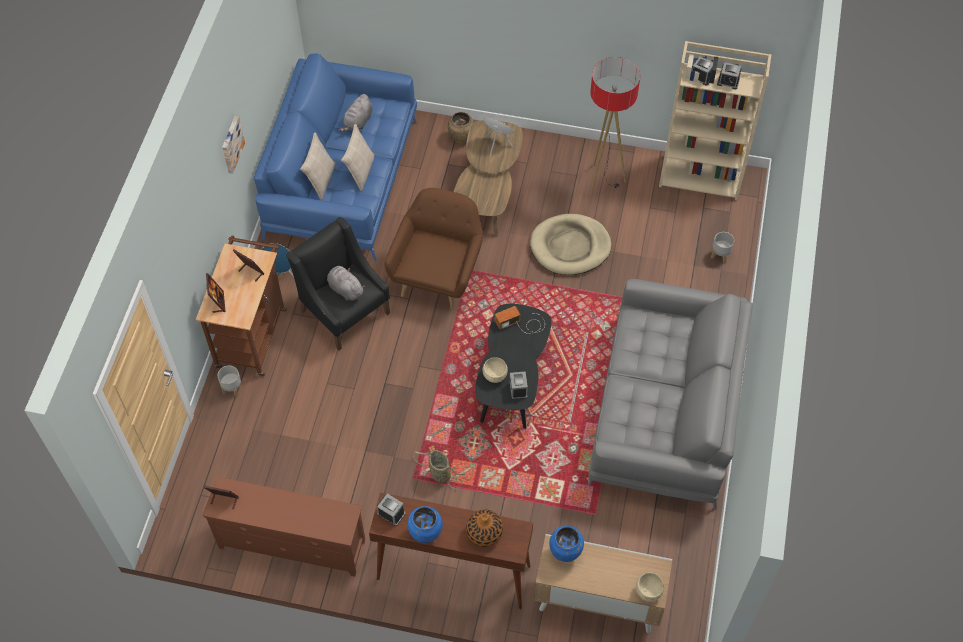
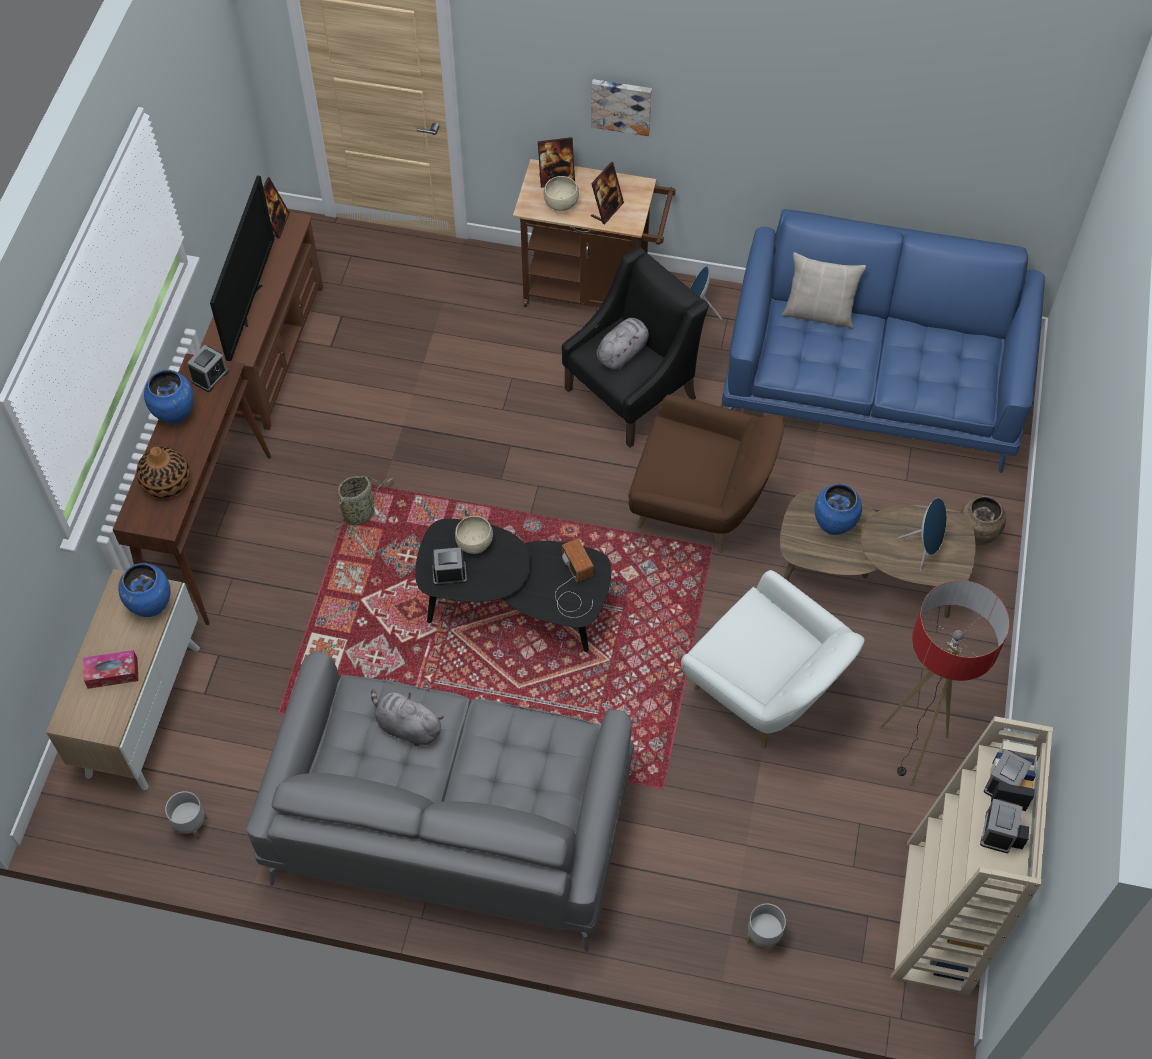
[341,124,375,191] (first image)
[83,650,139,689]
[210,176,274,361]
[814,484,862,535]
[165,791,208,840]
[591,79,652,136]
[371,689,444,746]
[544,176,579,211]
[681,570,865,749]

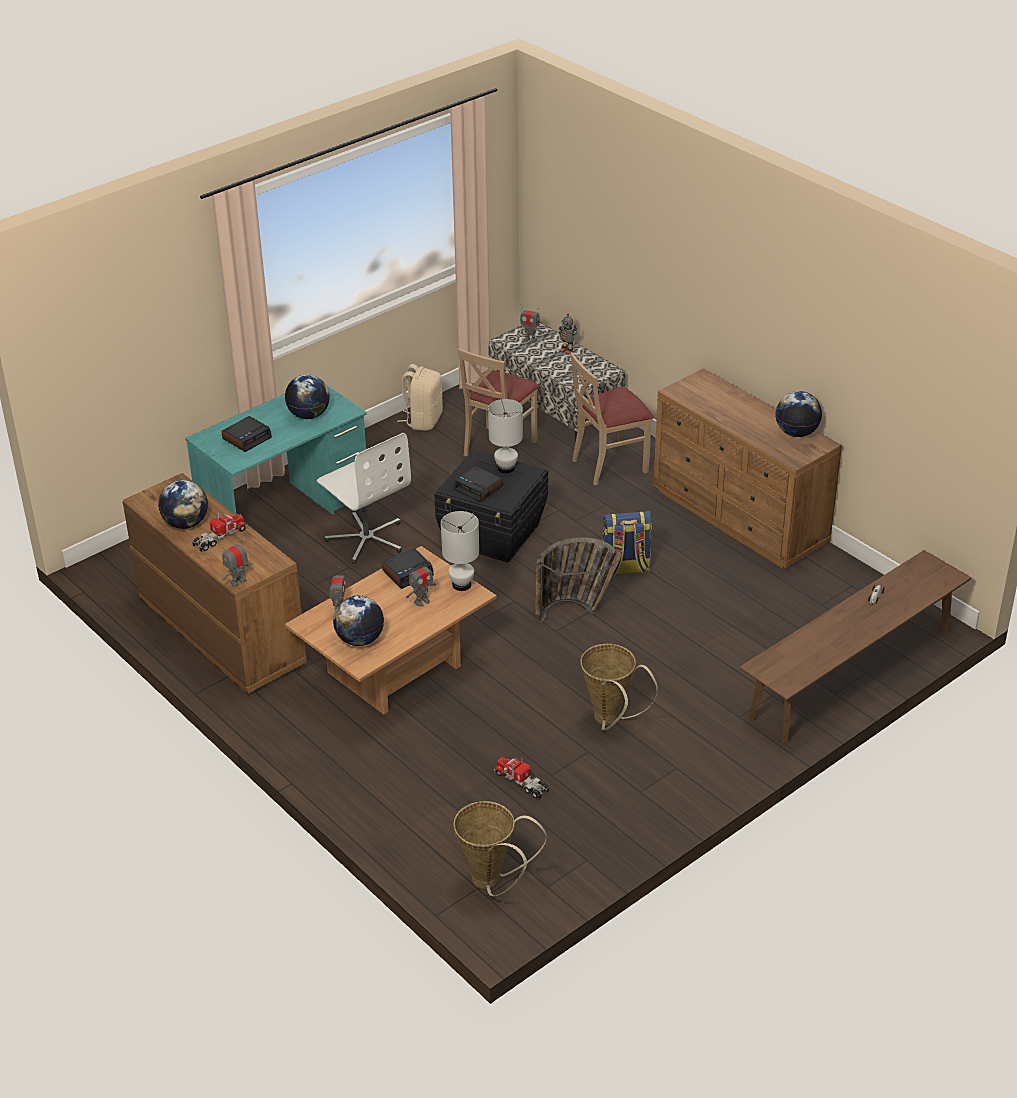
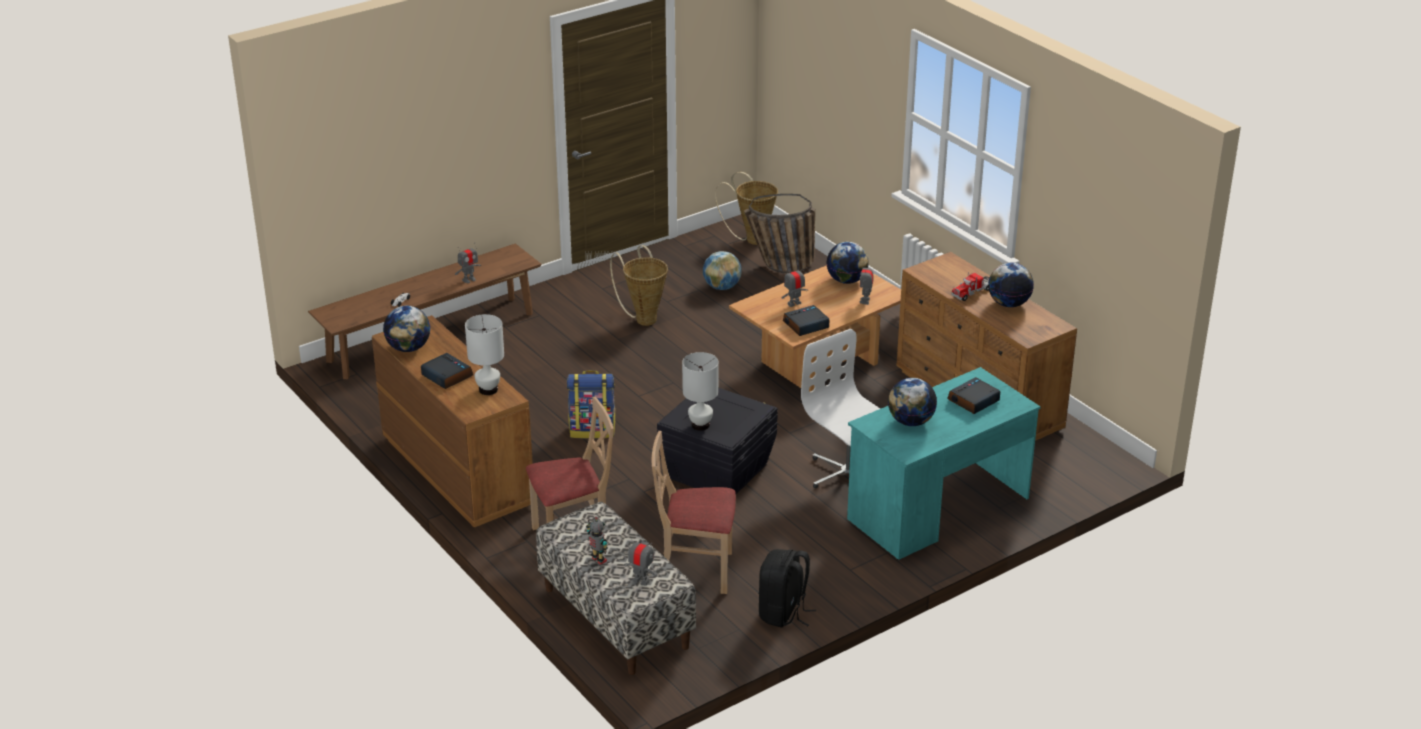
[455,242,481,283]
[465,314,504,395]
[421,353,473,389]
[744,194,815,273]
[703,251,742,290]
[759,549,816,628]
[652,431,736,594]

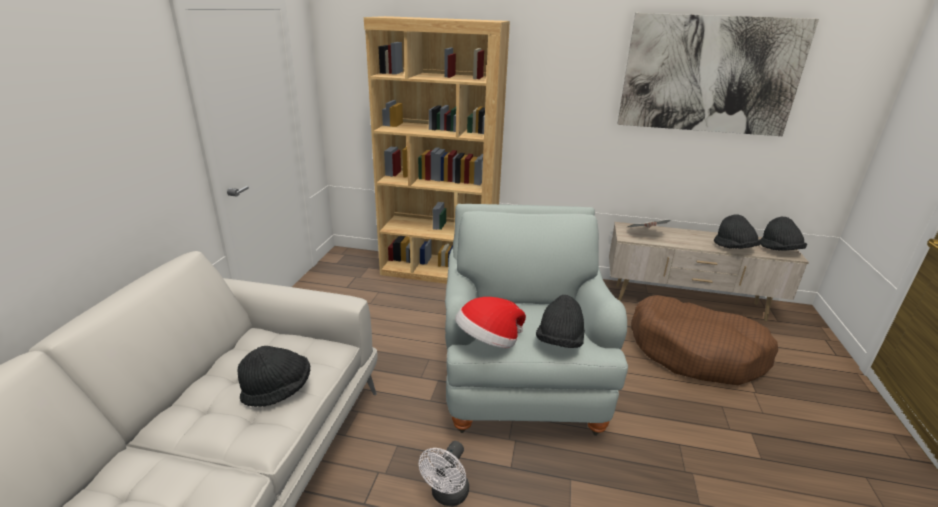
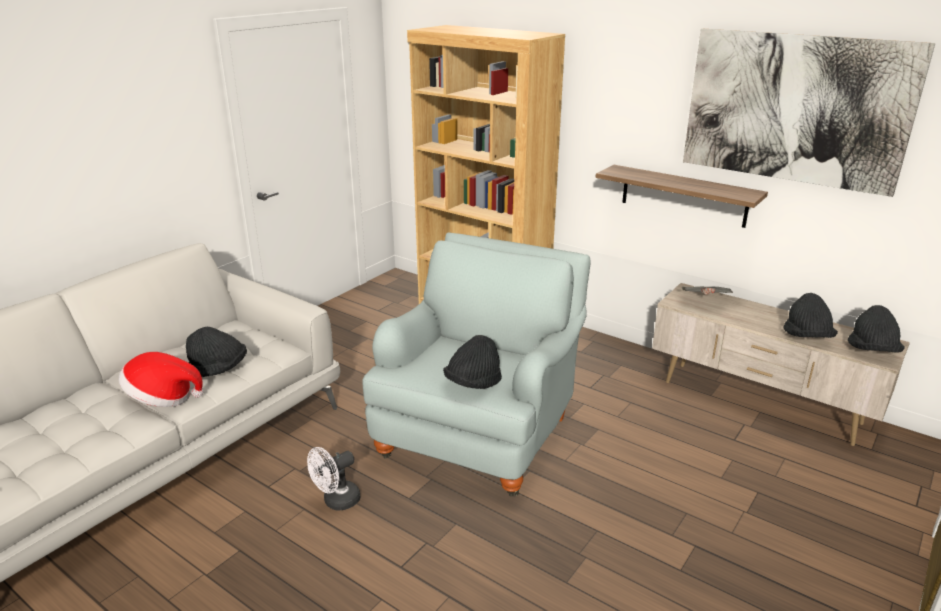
[631,295,778,385] (first image)
[595,165,768,228]
[119,352,203,407]

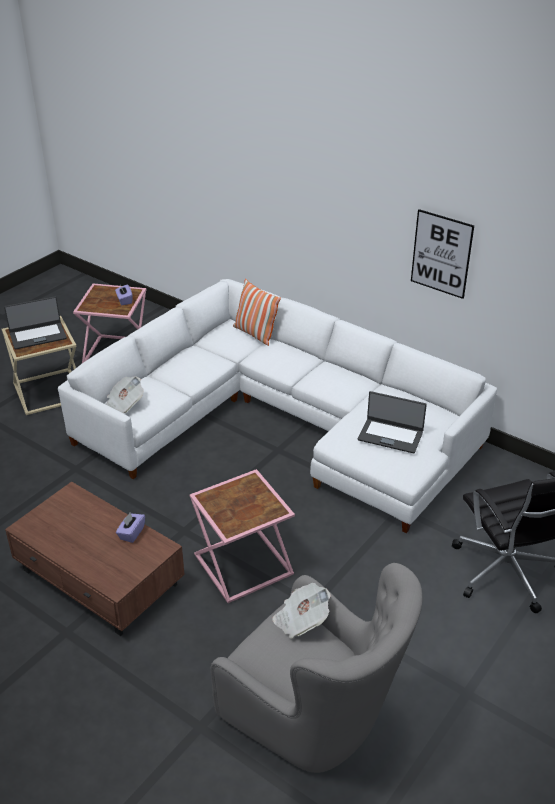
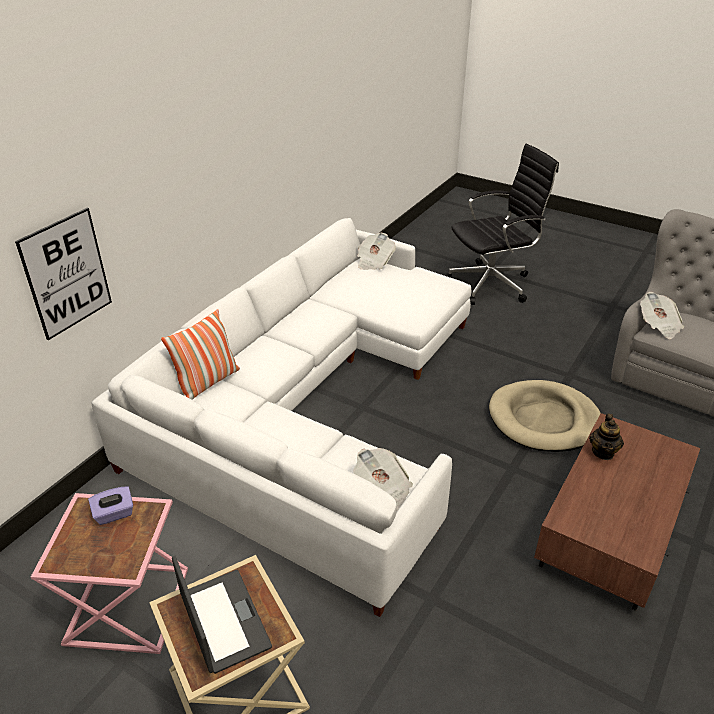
[358,391,427,453] (first image)
[357,233,396,270]
[15,208,112,340]
[589,414,624,460]
[489,380,600,452]

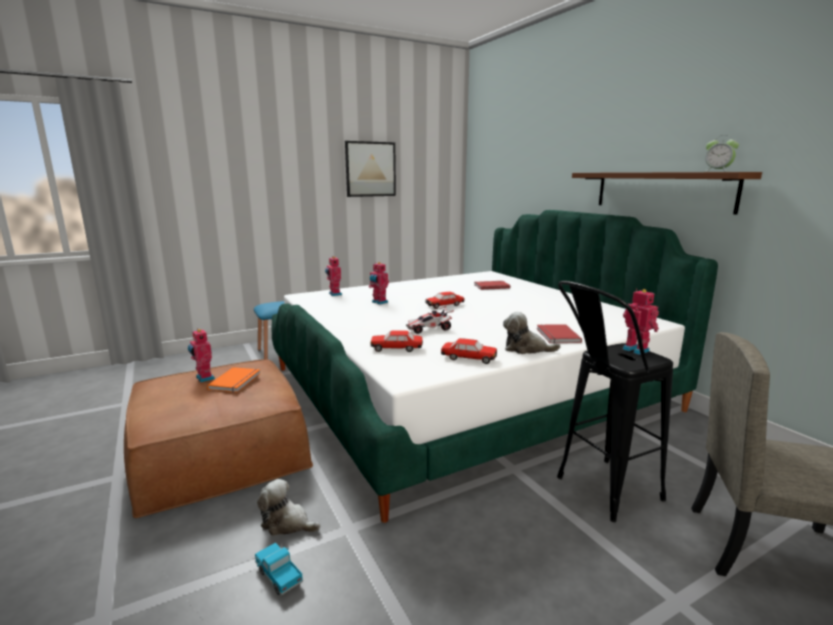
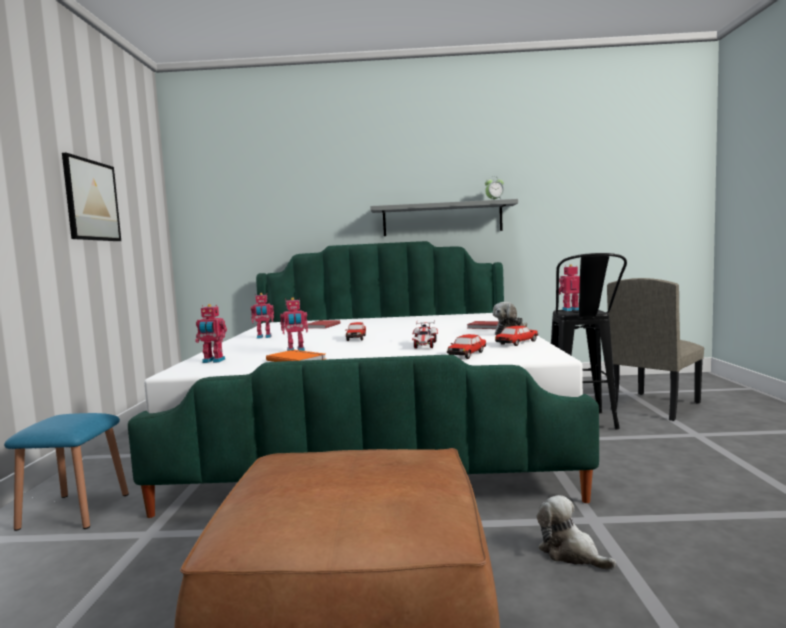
[255,543,303,595] (first image)
[251,293,274,339]
[266,350,326,362]
[370,199,518,236]
[537,495,616,570]

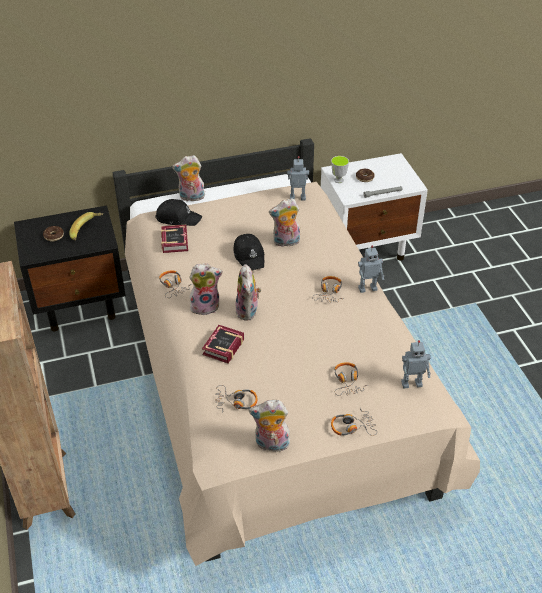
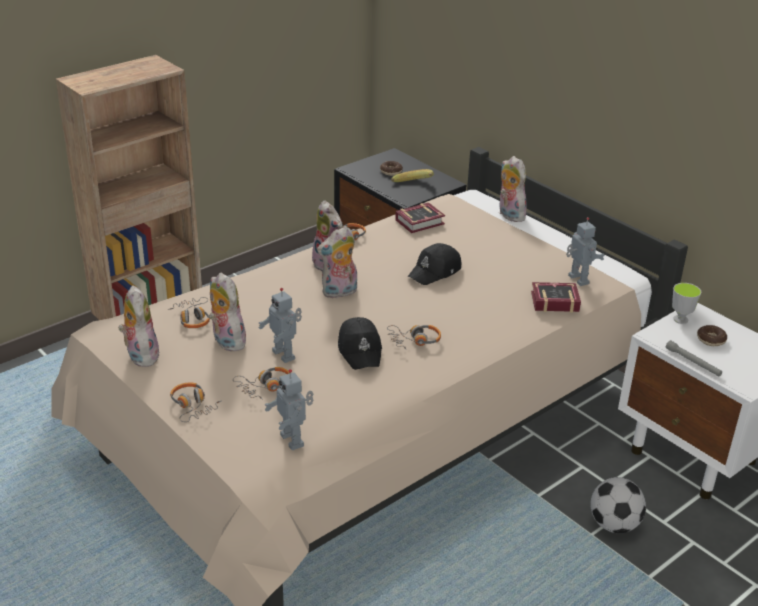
[590,477,646,533]
[338,317,382,370]
[531,282,581,313]
[209,273,246,351]
[259,288,302,363]

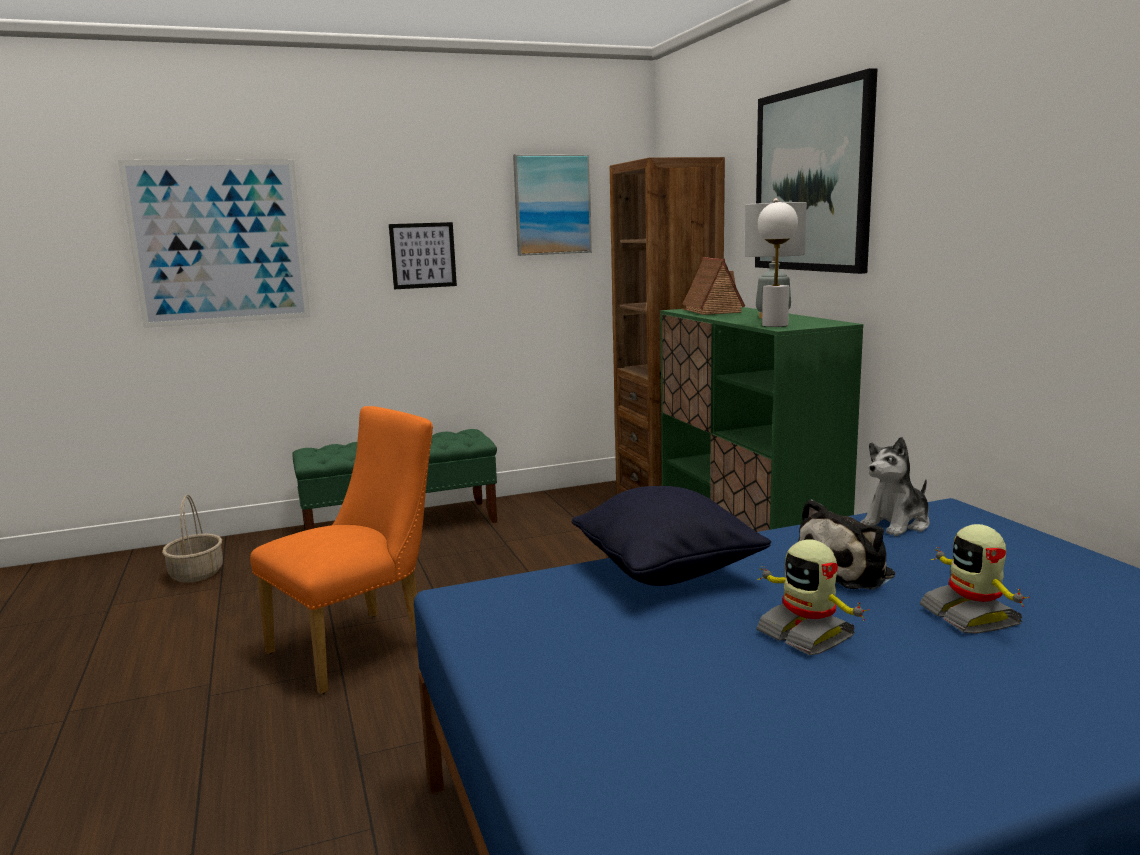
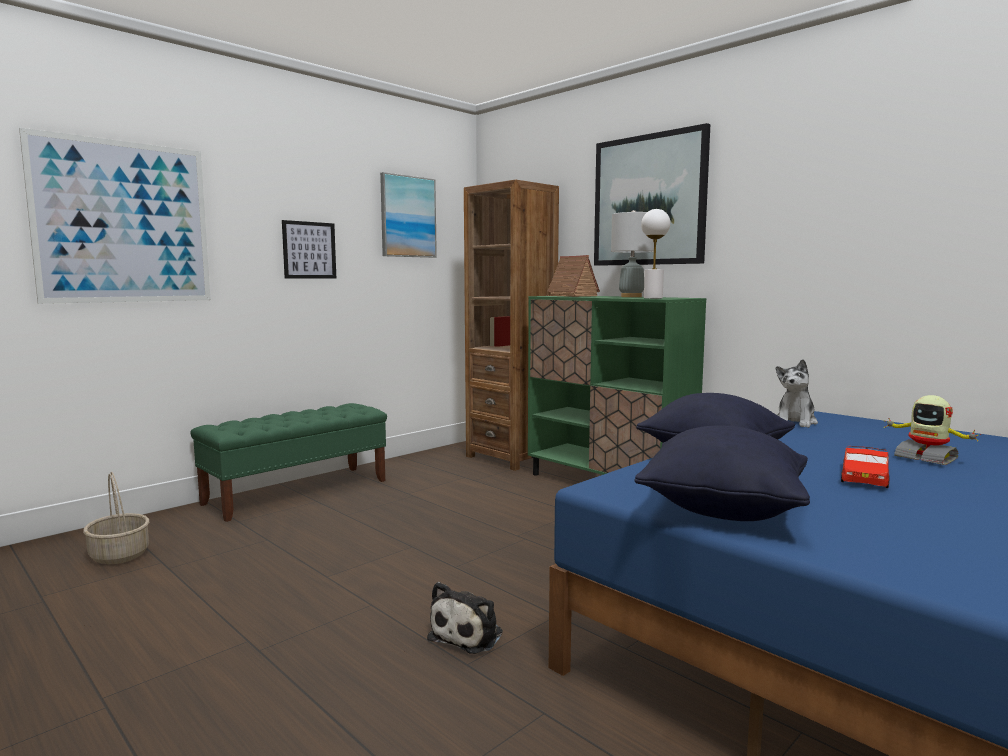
[250,406,433,694] (first image)
[634,425,810,521]
[427,582,503,654]
[841,446,890,488]

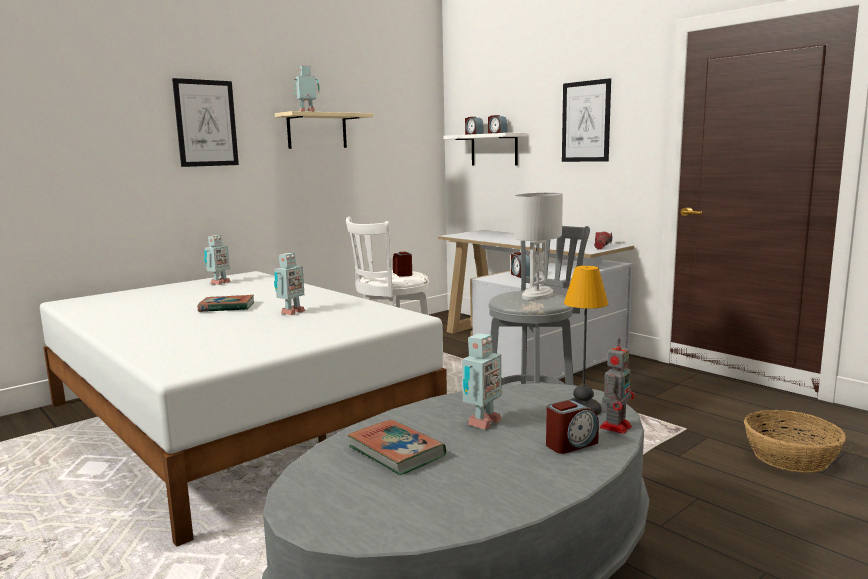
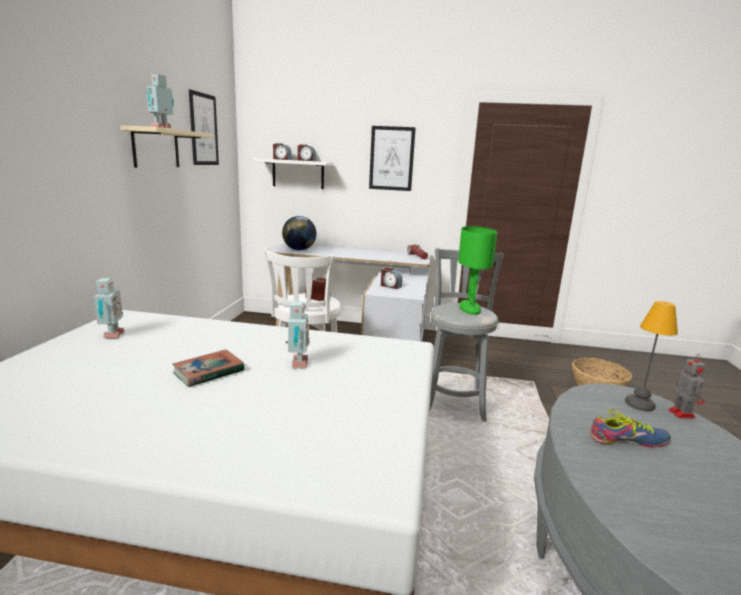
[347,420,446,475] (first image)
[546,400,599,454] (first image)
[282,216,317,251]
[189,89,219,165]
[590,409,671,447]
[458,226,497,315]

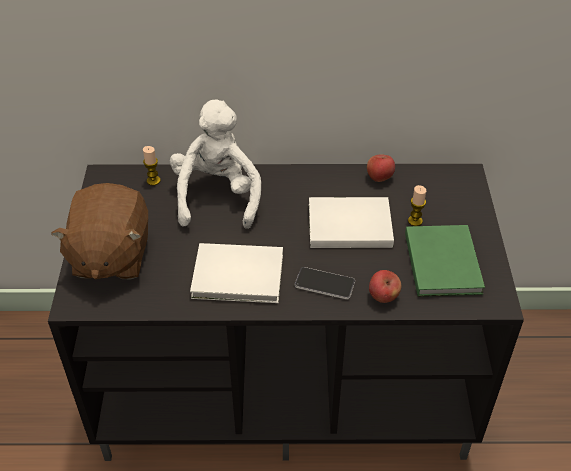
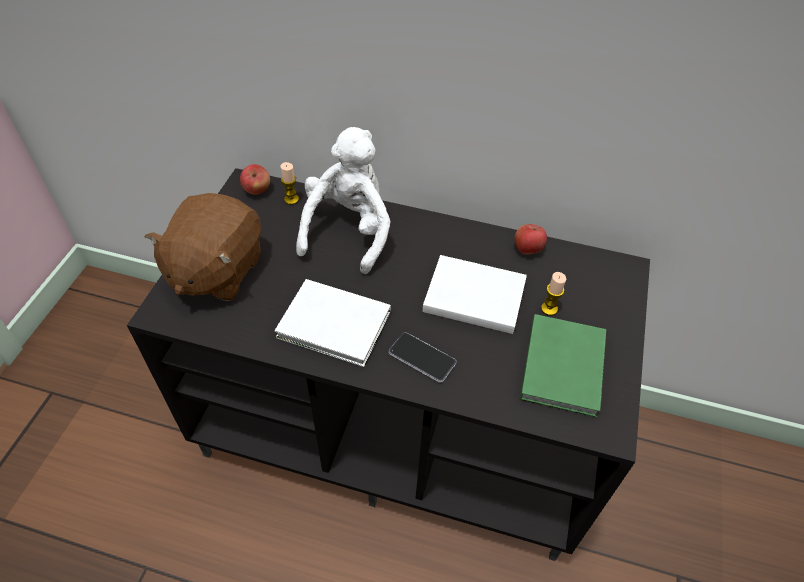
[240,164,270,194]

